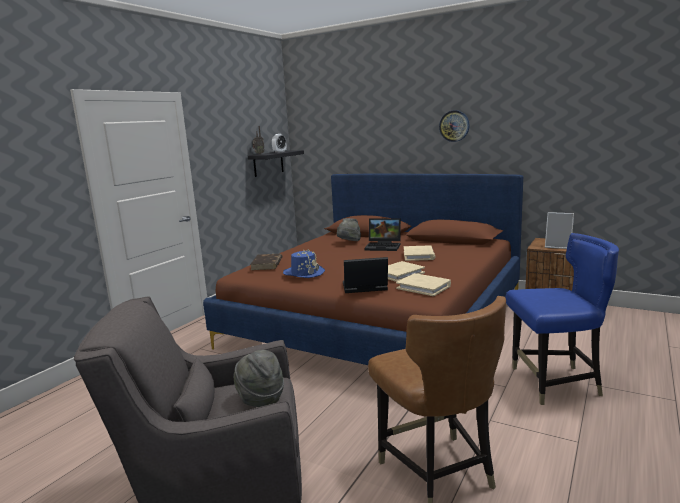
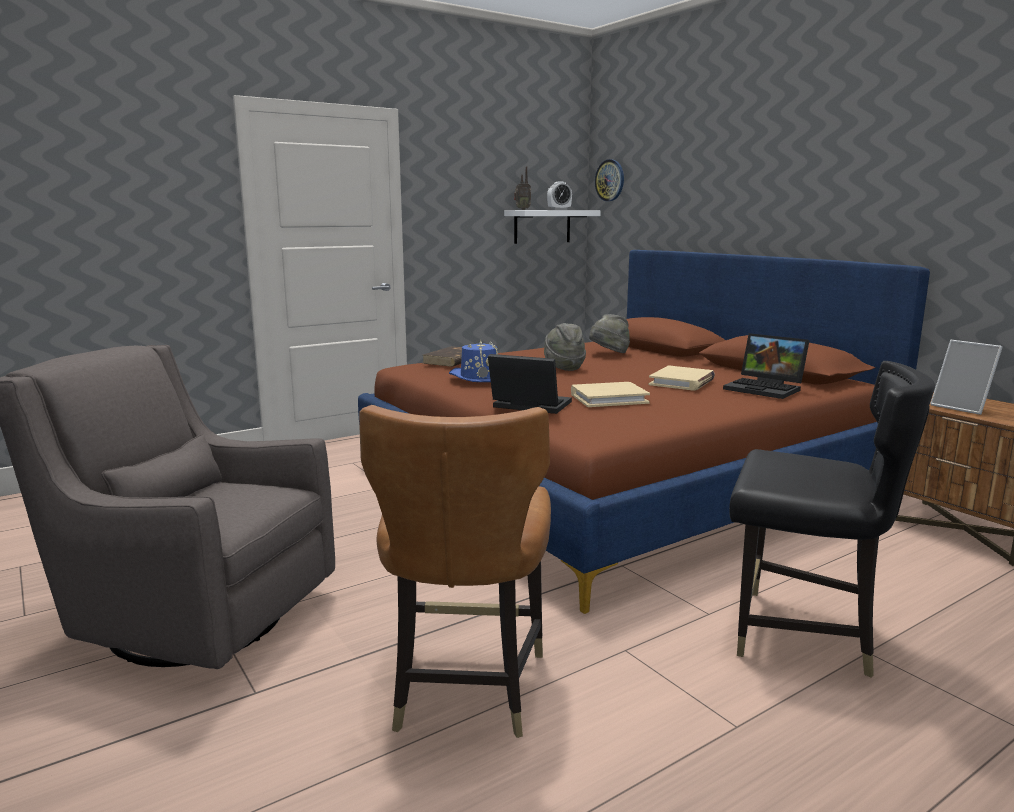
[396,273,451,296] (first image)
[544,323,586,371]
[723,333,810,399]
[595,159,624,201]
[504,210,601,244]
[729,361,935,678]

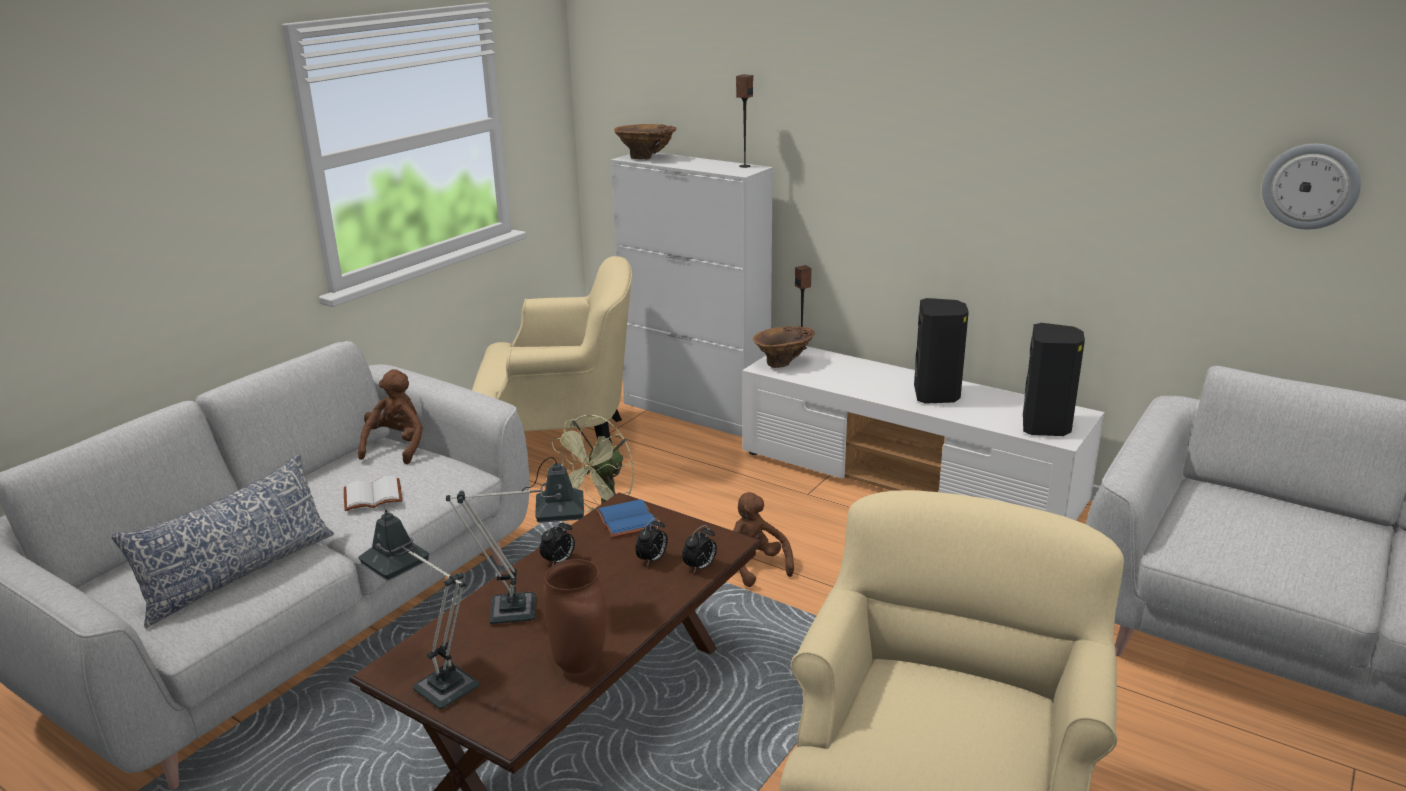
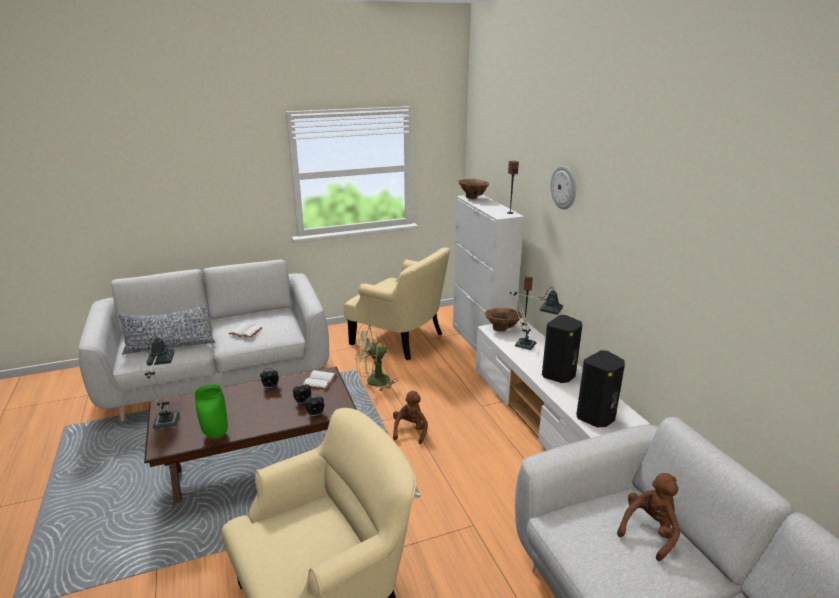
[617,473,680,561]
[510,287,563,350]
[551,165,576,210]
[194,384,228,439]
[302,370,337,390]

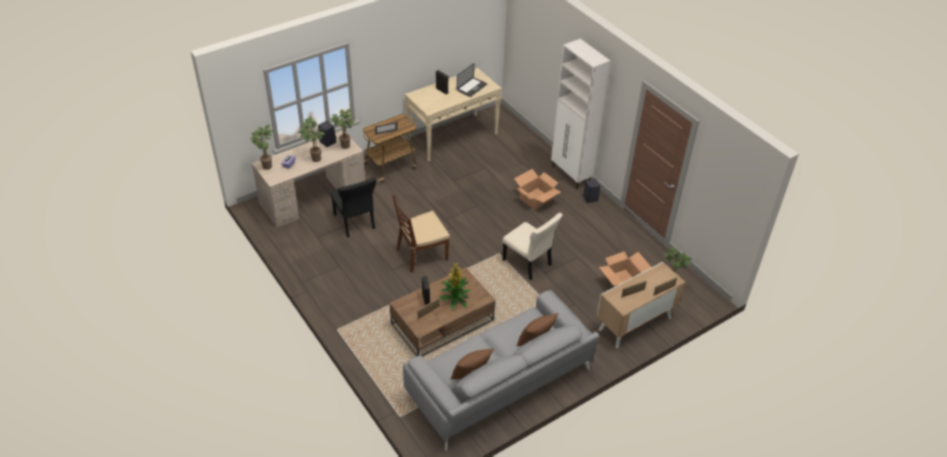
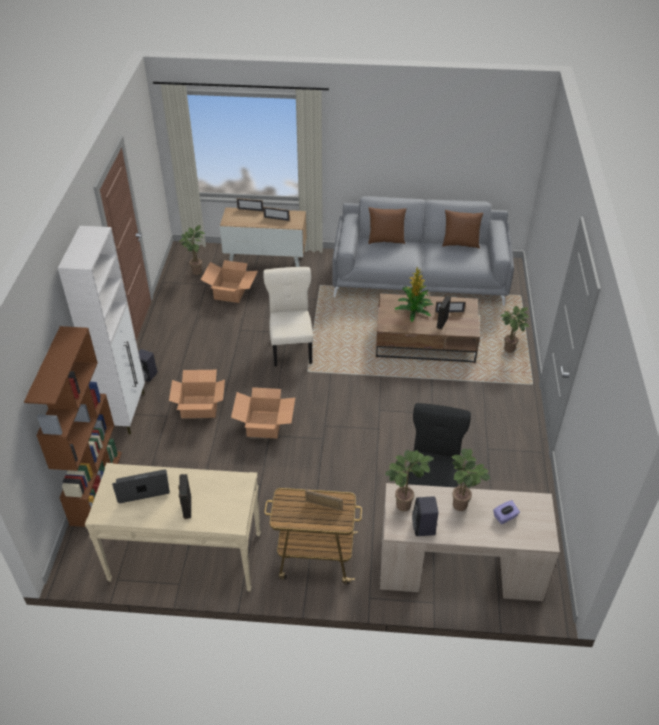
[392,194,450,273] (first image)
[24,326,122,527]
[231,387,295,439]
[500,306,529,353]

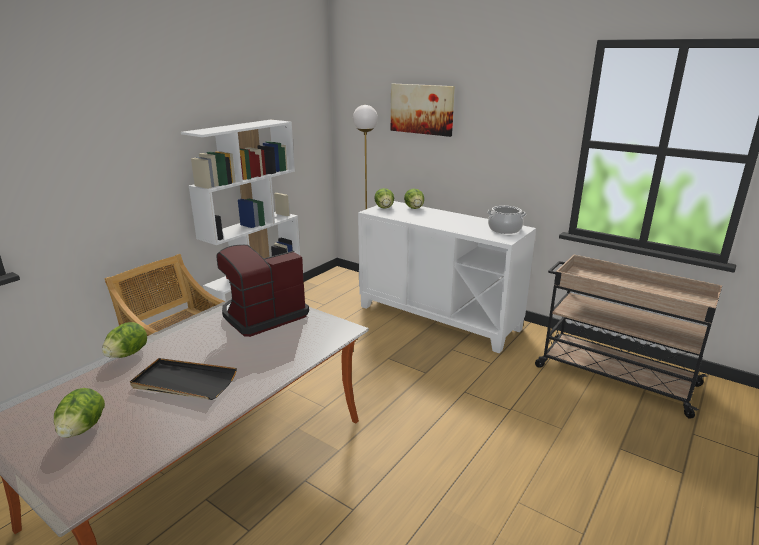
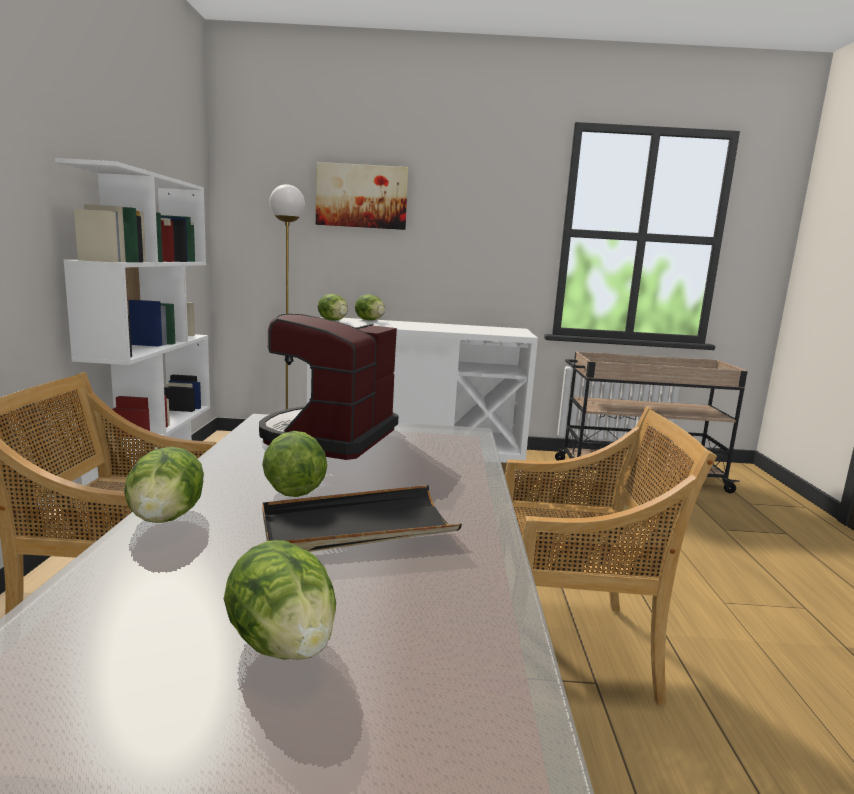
[487,206,526,234] (first image)
[262,431,327,497]
[505,406,717,706]

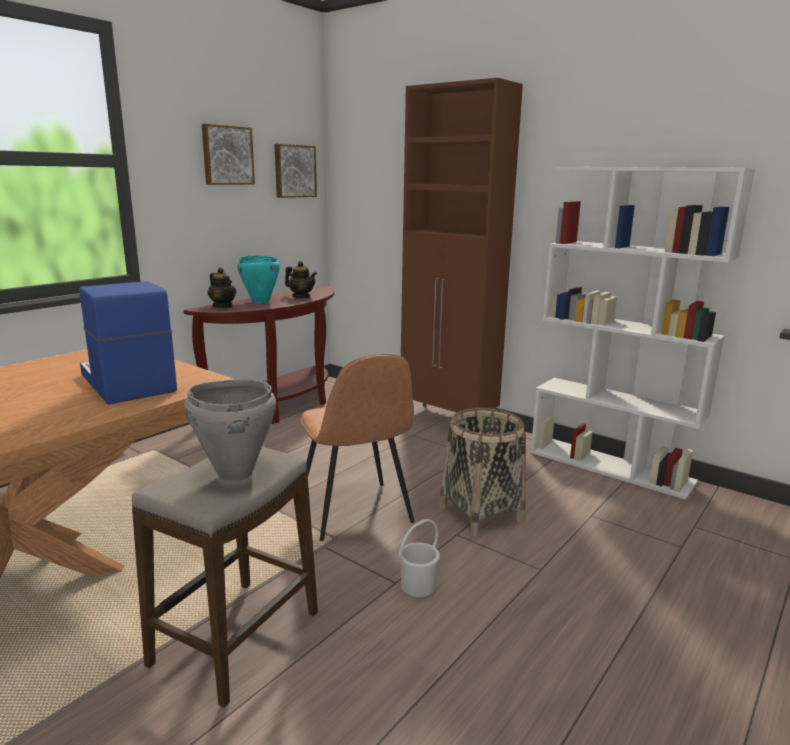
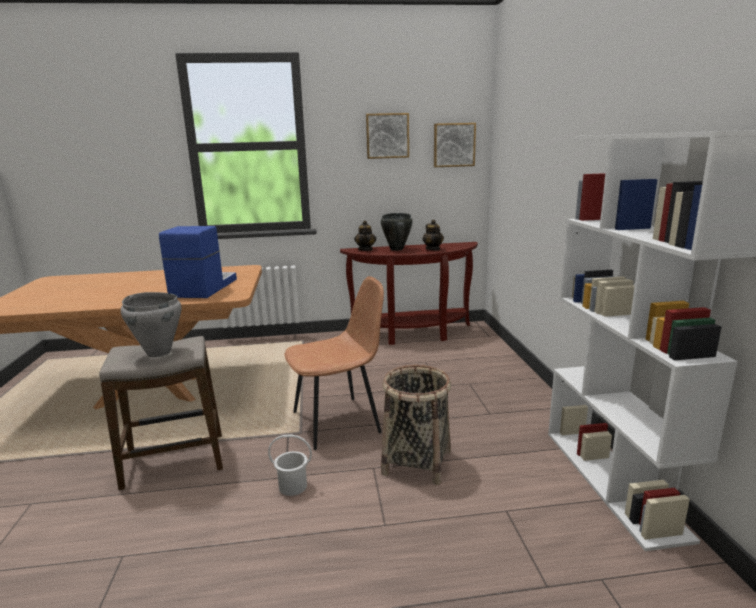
[401,78,523,412] (first image)
[381,213,413,251]
[284,276,384,450]

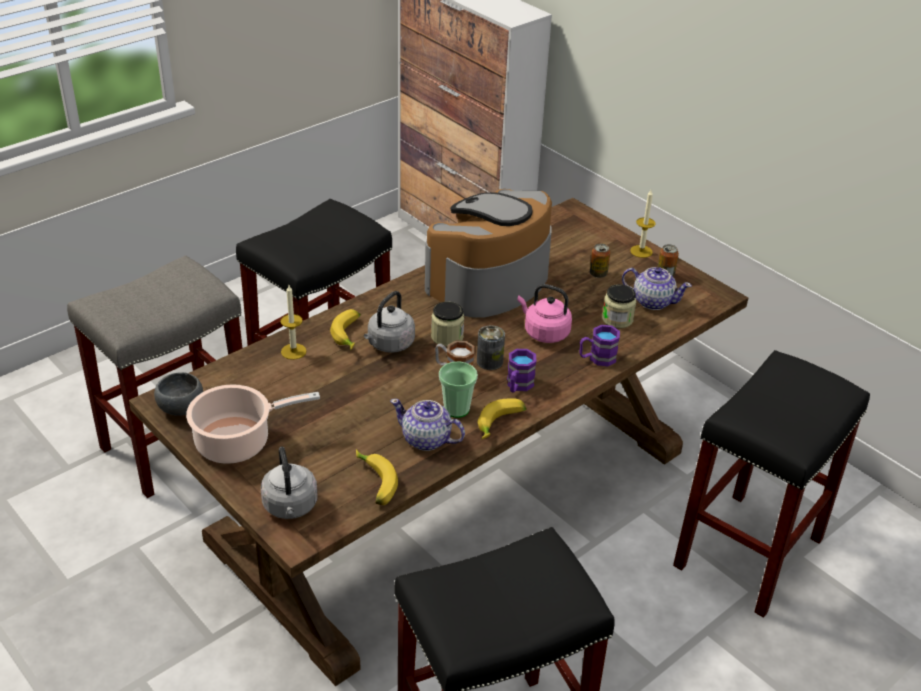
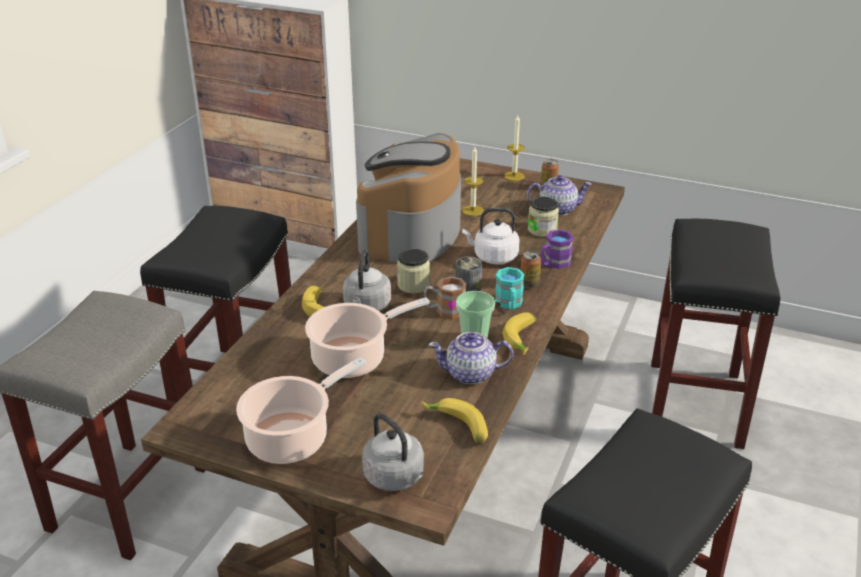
[154,372,203,416] (first image)
[305,297,430,378]
[462,147,484,216]
[521,251,541,288]
[495,267,525,310]
[462,208,520,264]

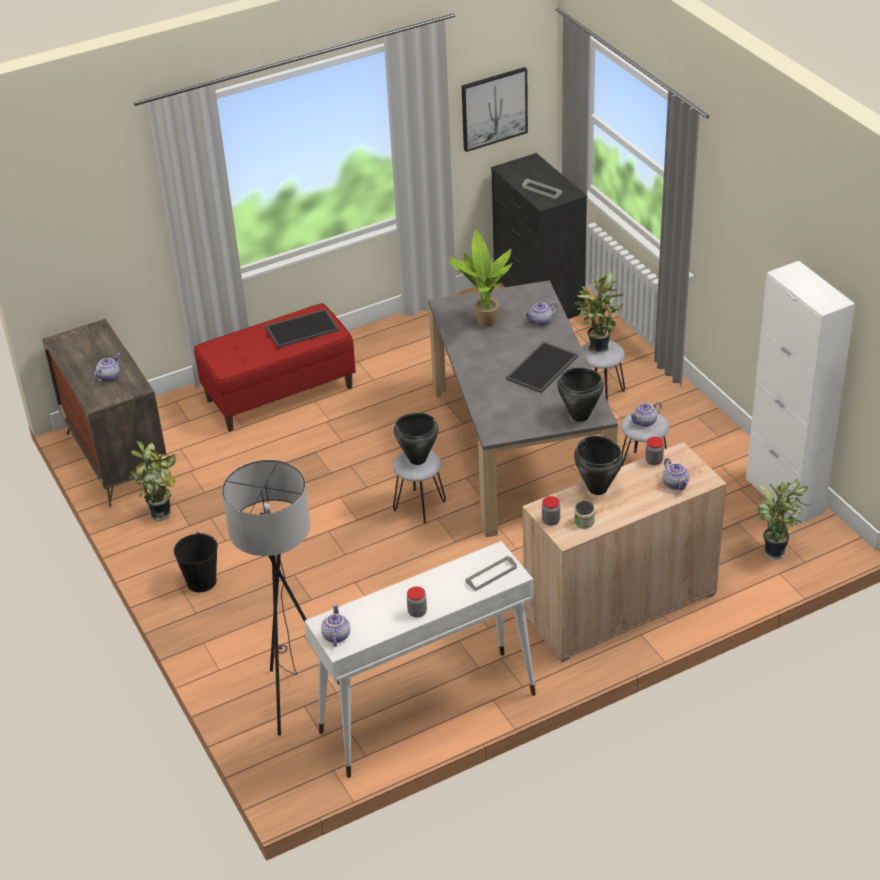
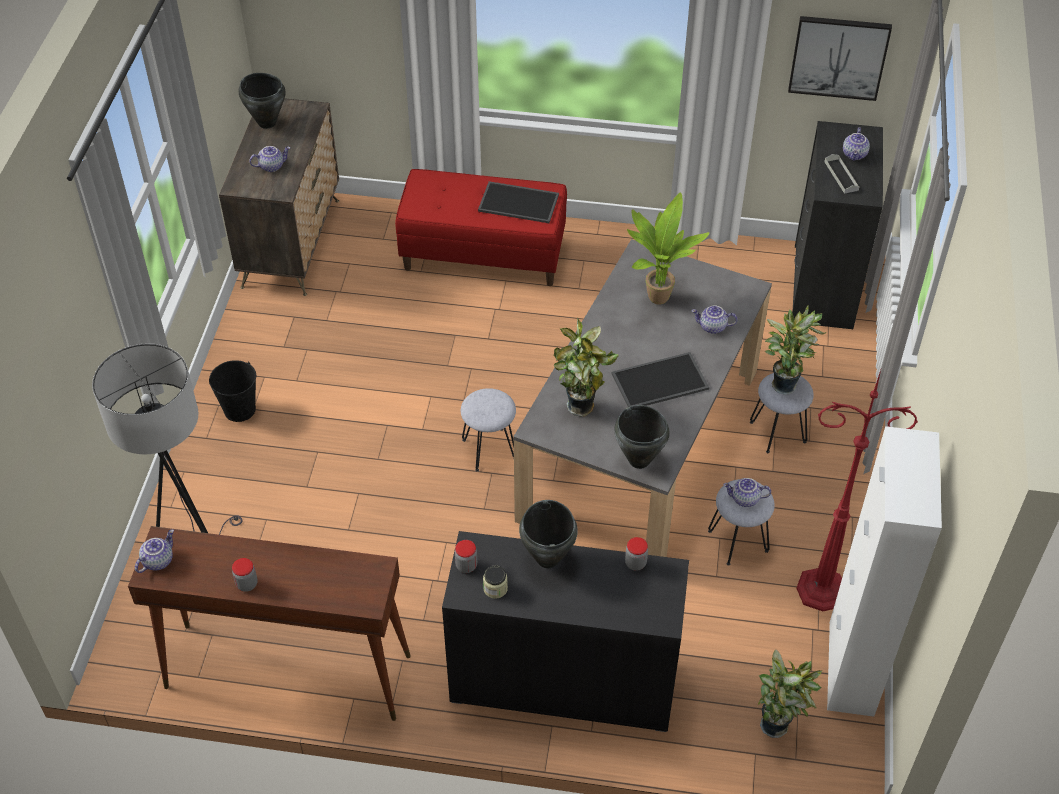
[466,556,517,591] (first image)
[796,370,918,611]
[554,318,619,417]
[239,73,285,129]
[843,127,870,161]
[128,526,411,721]
[442,531,689,732]

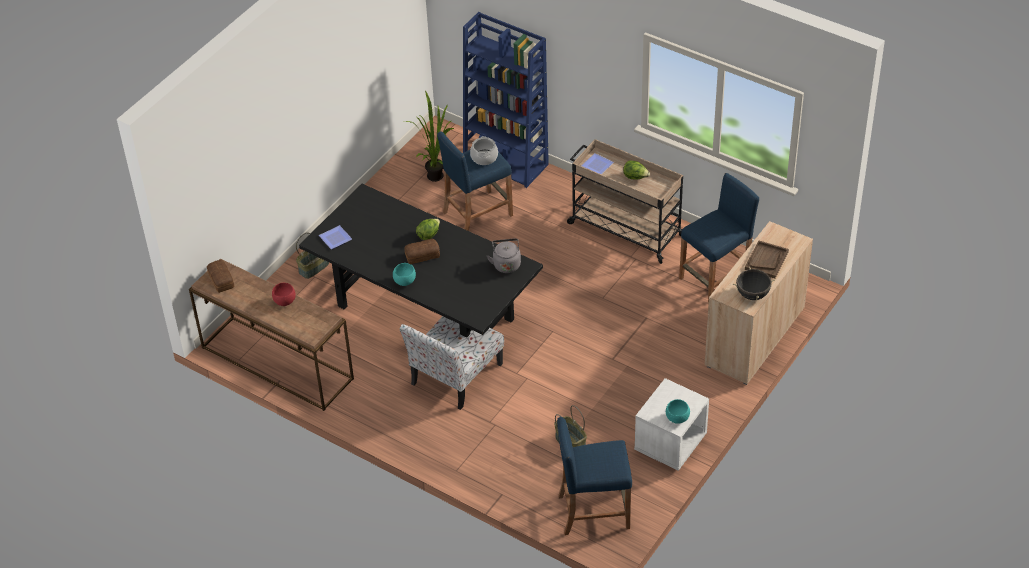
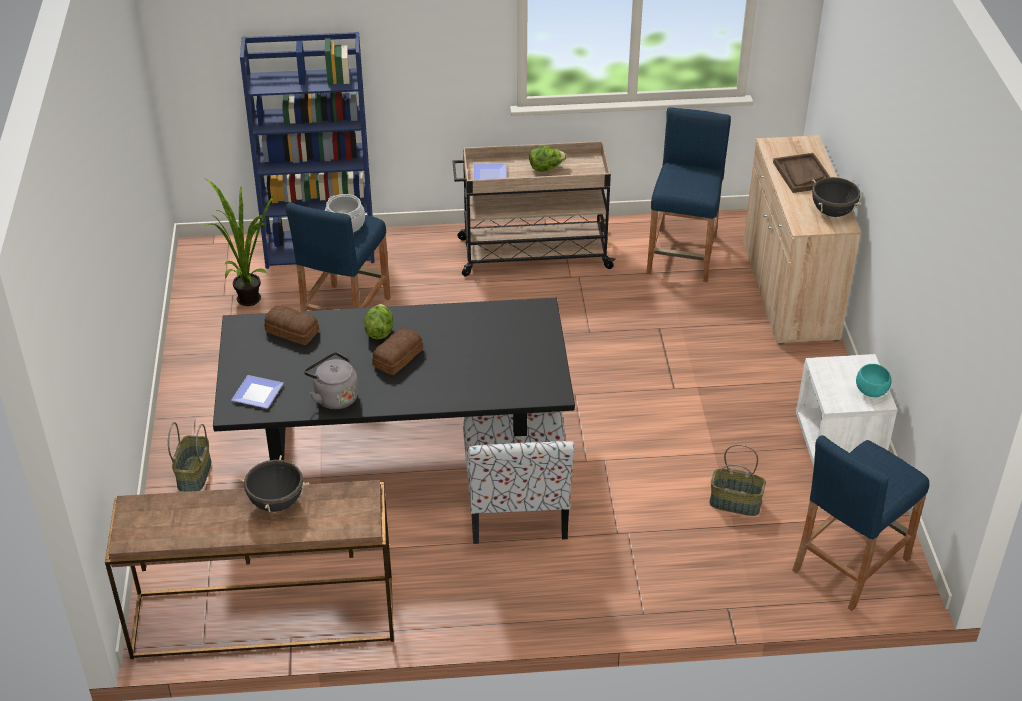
[393,263,416,286] (first image)
[264,305,319,345]
[304,352,359,409]
[237,455,309,512]

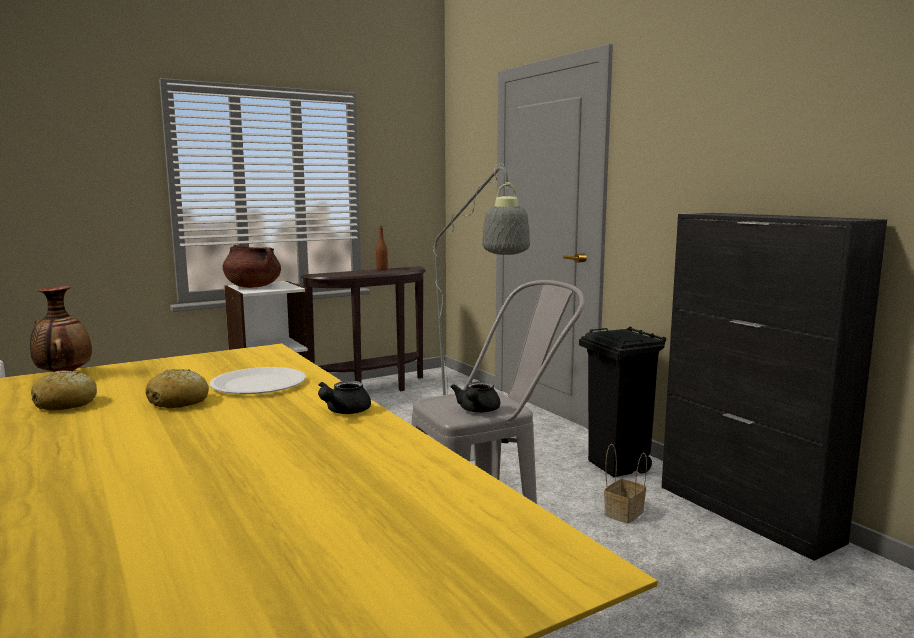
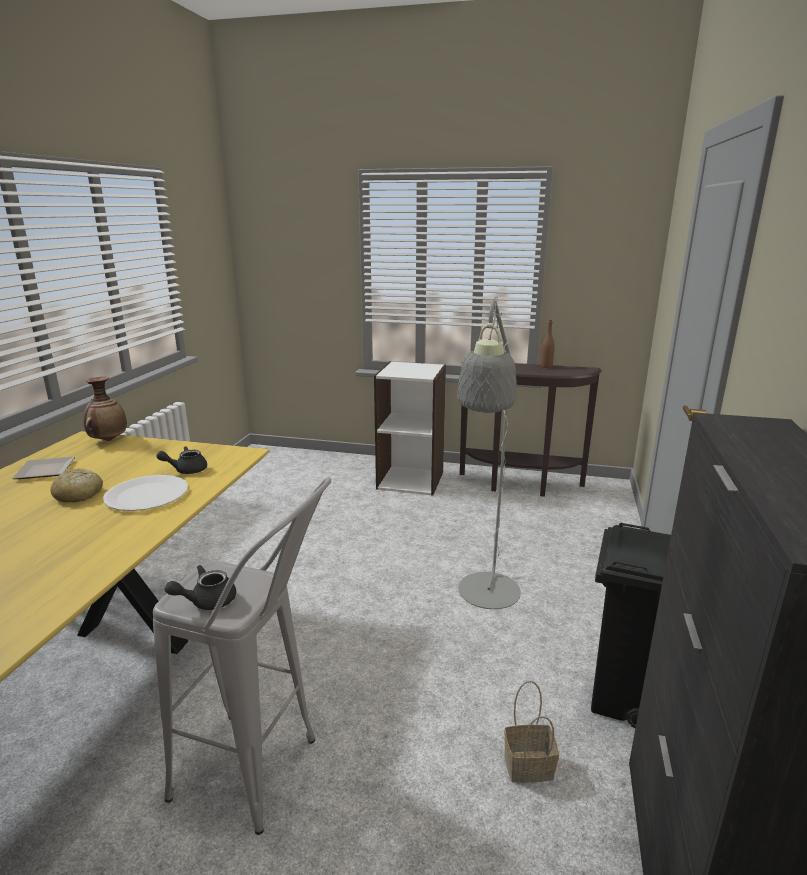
[223,245,281,288] (first image)
[156,446,207,474]
[12,457,75,479]

